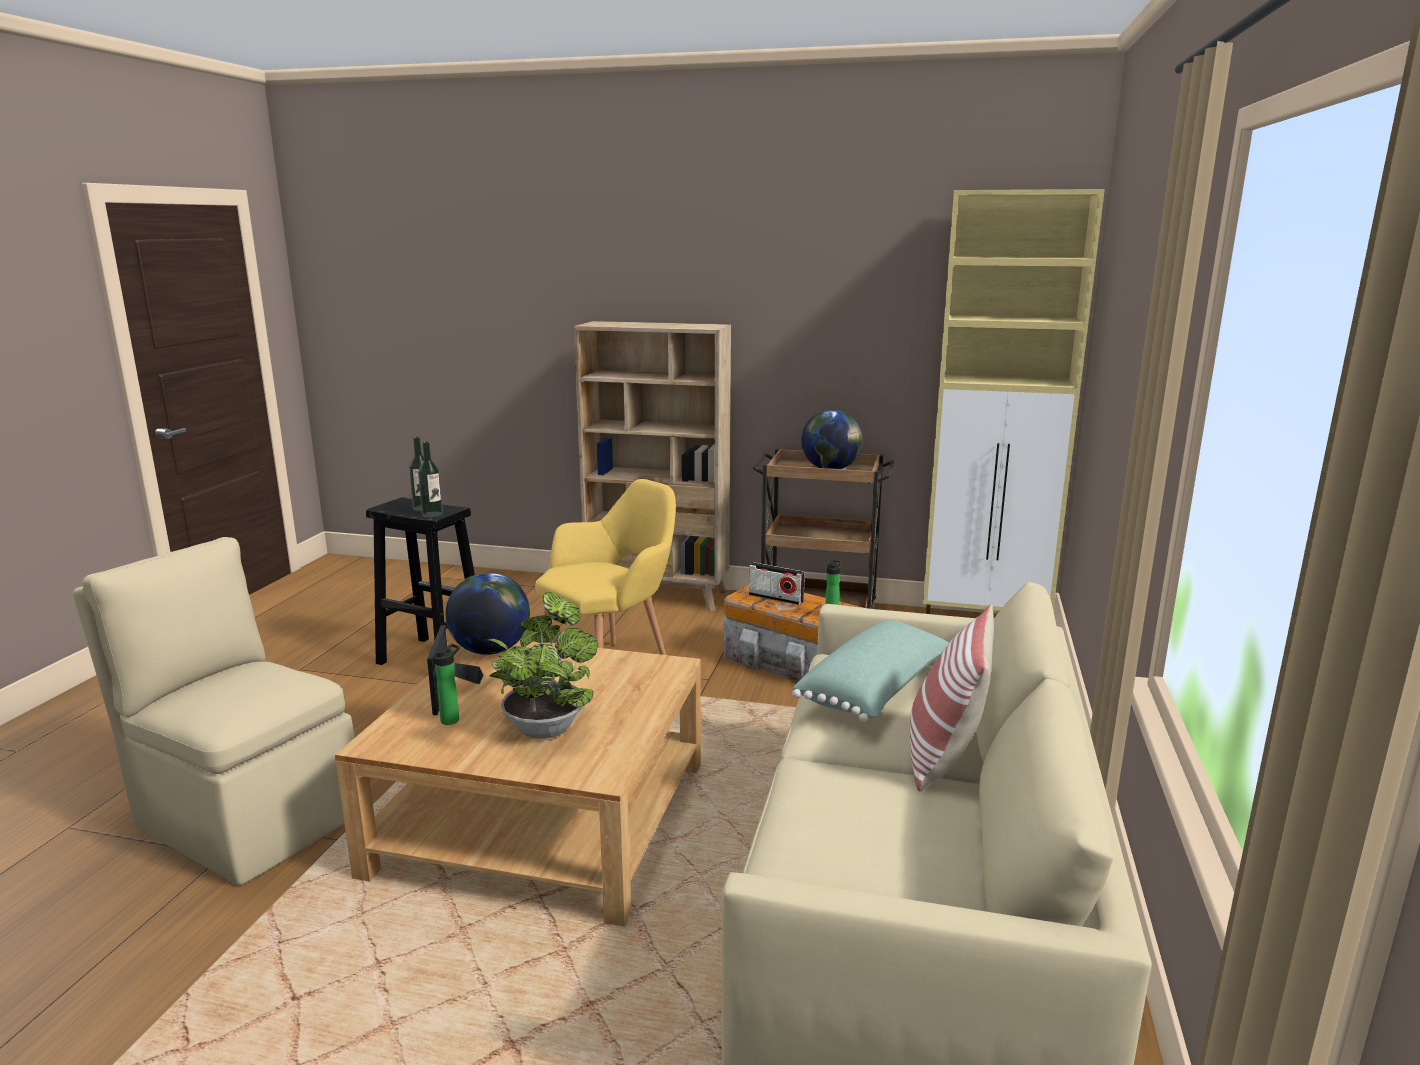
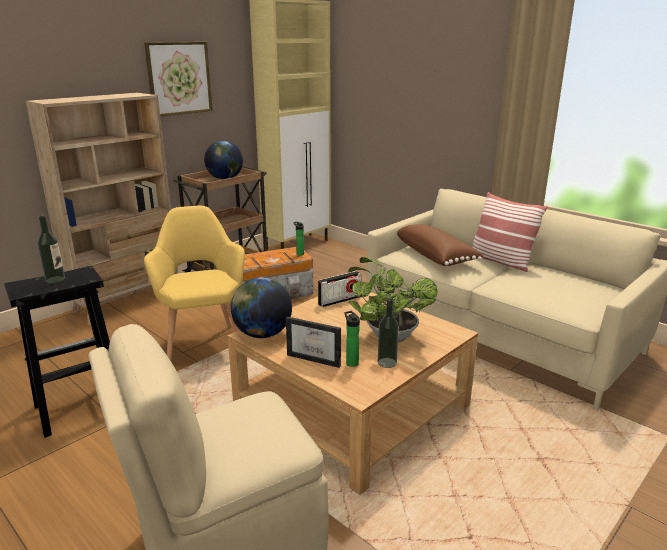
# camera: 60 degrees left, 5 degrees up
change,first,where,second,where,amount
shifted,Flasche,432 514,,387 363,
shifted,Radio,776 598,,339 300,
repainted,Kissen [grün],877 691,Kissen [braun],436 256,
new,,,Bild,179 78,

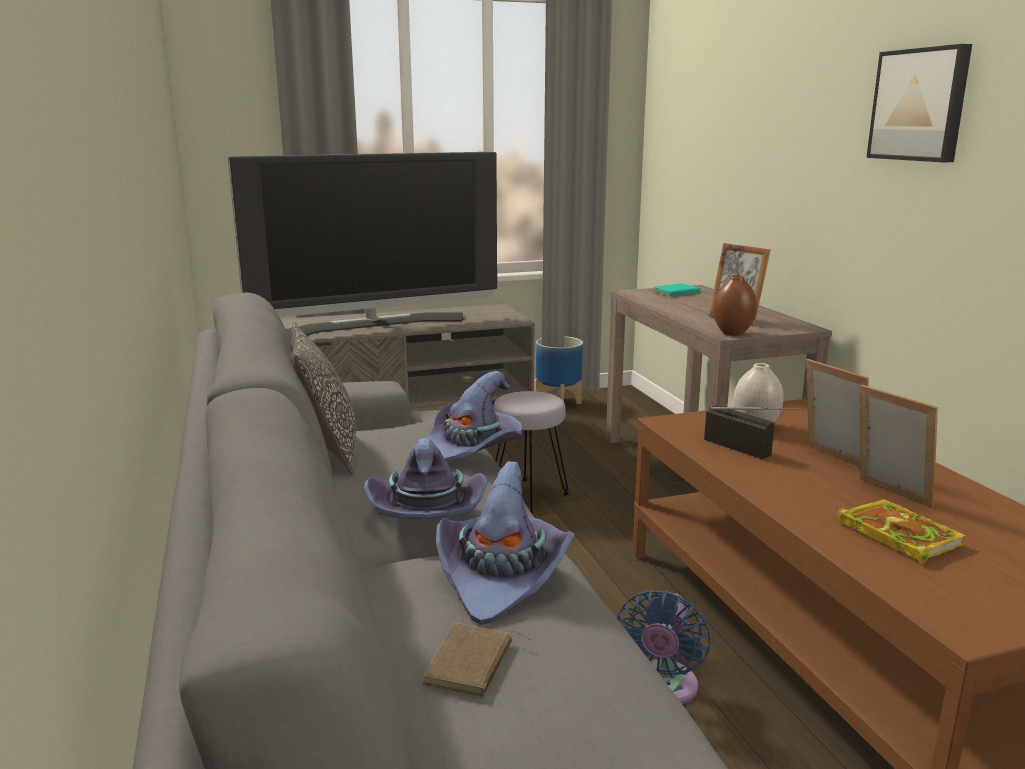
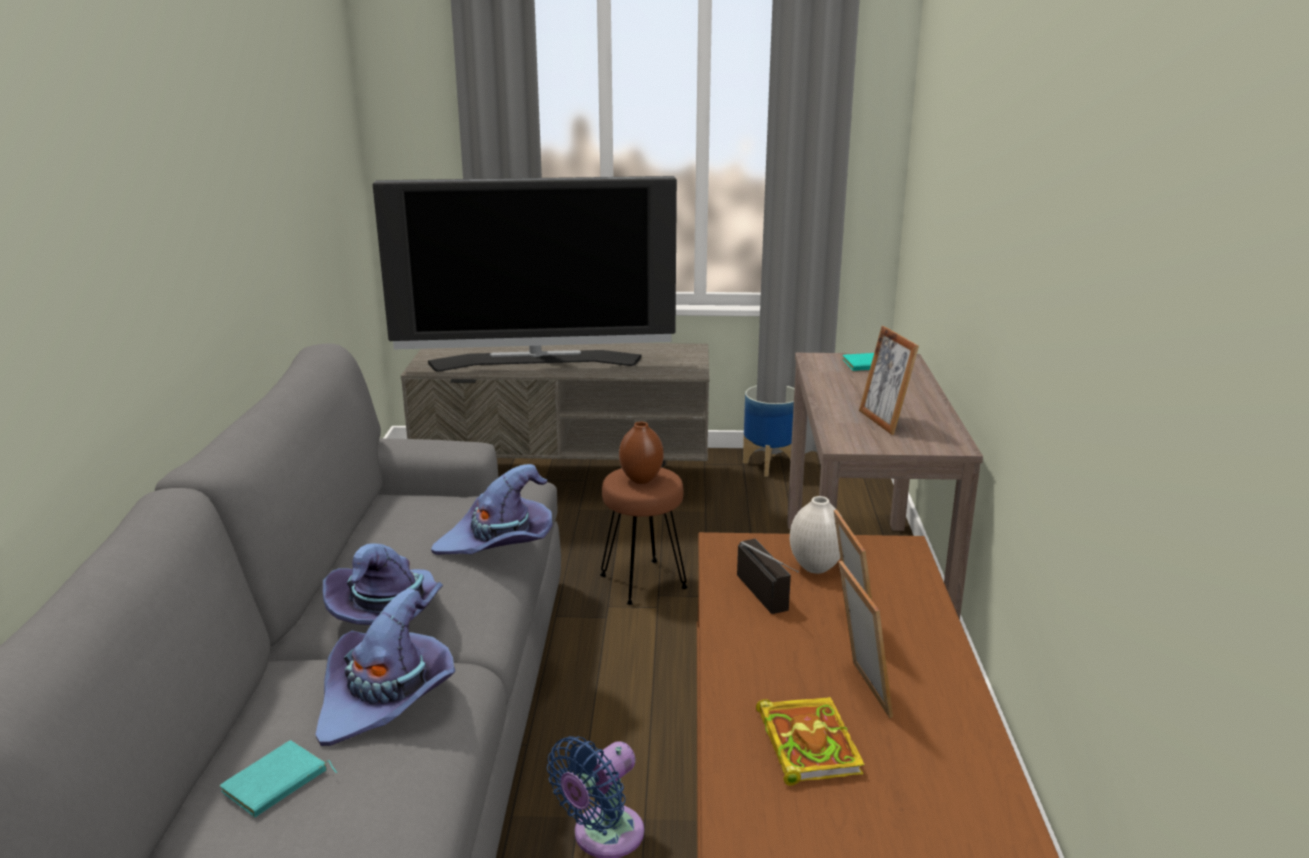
# camera: 20 degrees right, 5 degrees up
change,first,where,second,where,amount
gone,Bild,920 105,,,
shifted,Vase [braun],732 333,,641 479,
gone,Kissen,327 451,,,
repainted,Hocker [grau],528 496,Hocker [braun],643 582,
repainted,Buch [braun],472 665,Buch [türkis],276 784,

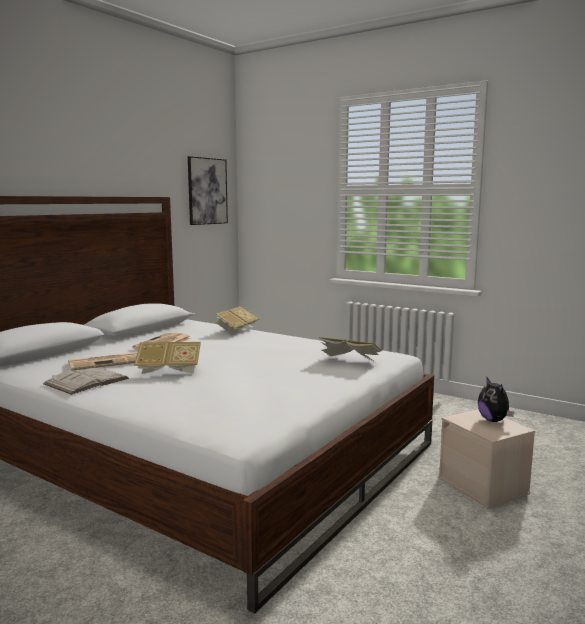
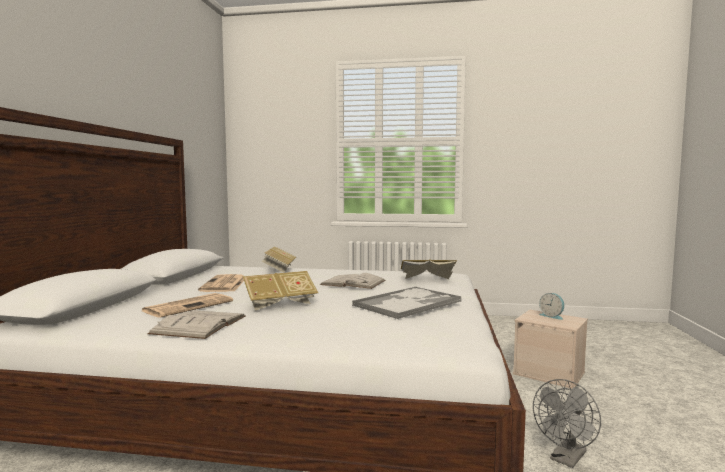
# camera: 25 degrees left, 5 degrees down
change,first,where,second,where,amount
gone,Bild,207 191,,,
swapped,Plüschtier,494 420,Wecker,552 316,
new,,,Buch [weiß],353 282,
new,,,Tablett,408 303,
new,,,Ventilator [grau],566 459,

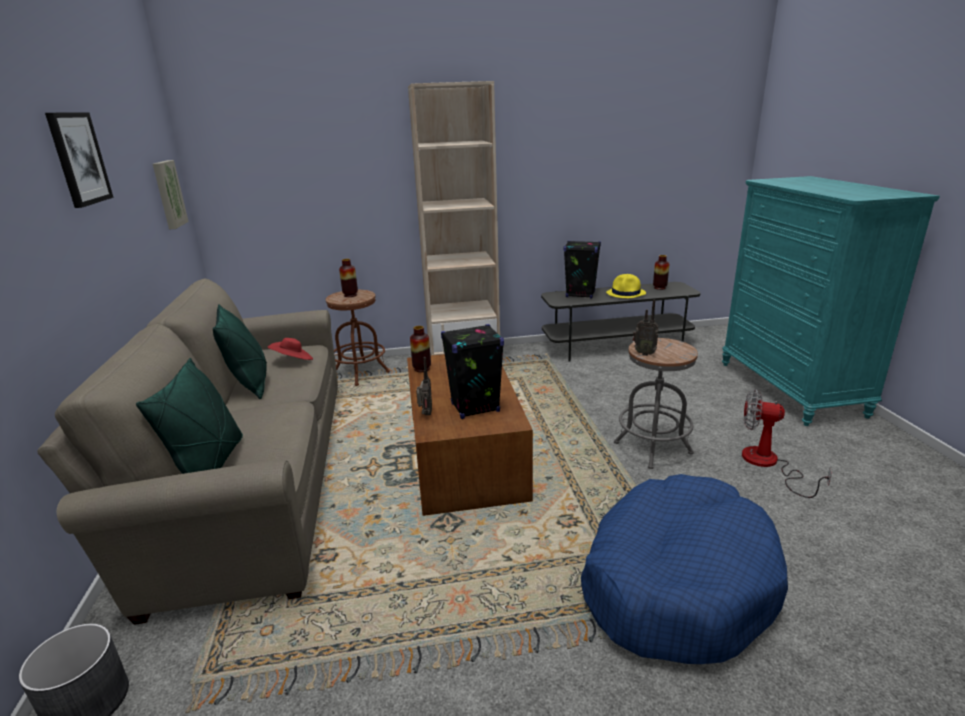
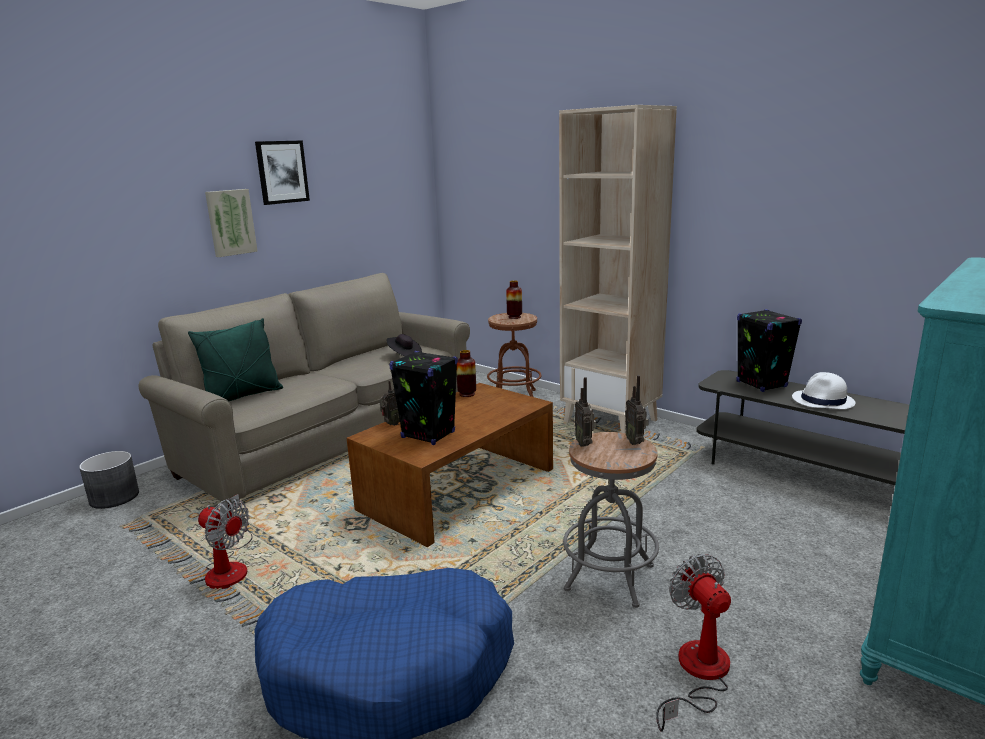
# camera: 50 degrees right, 5 degrees down
change,first,where,second,where,amount
shifted,Bild,168 194,,230 222,
gone,Vase,659 288,,,
repainted,Hut [gelb],626 293,Hut [weiß],823 401,
gone,Kissen [grün],250 384,,,
repainted,Hut [rot],293 361,Hut [schwarz],404 356,
new,,,Radio,635 442,
new,,,Ventilator,230 567,

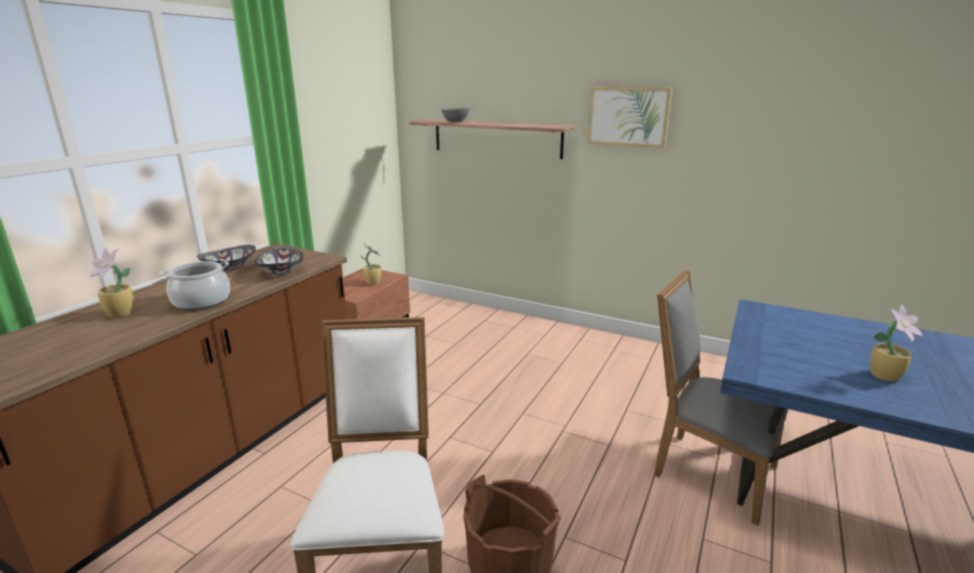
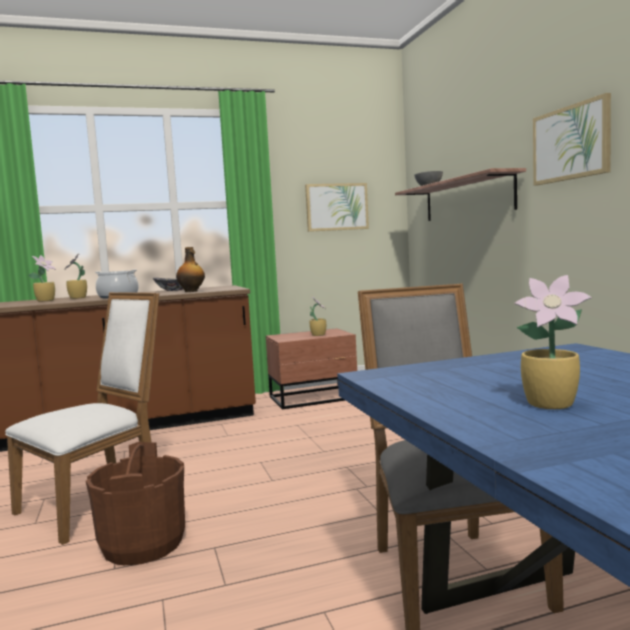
# camera: 45 degrees right, 15 degrees down
change,first,where,second,where,amount
swapped,Schüssel,282 272,Flasche,191 291,
new,,,Bild,336 207,
new,,,Topfpflanze,46 300,

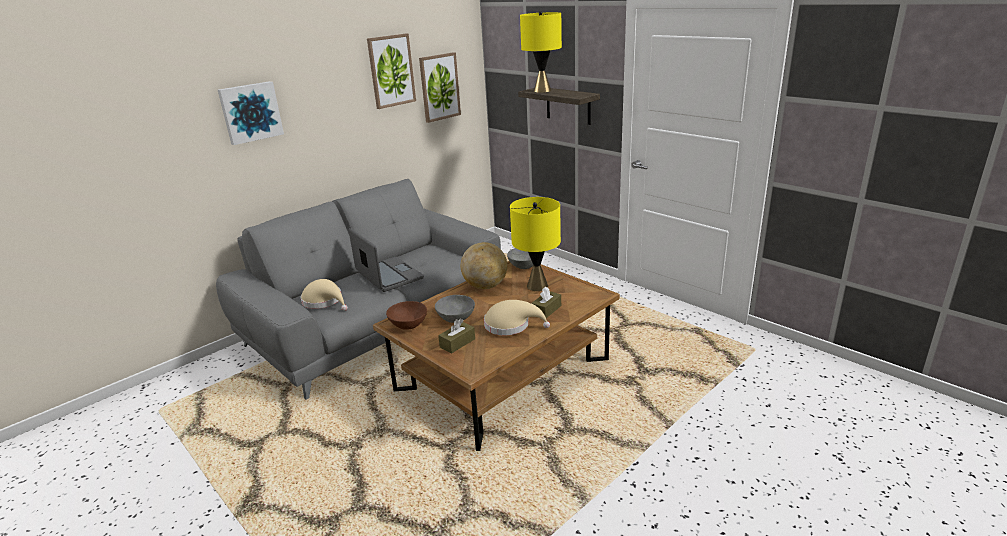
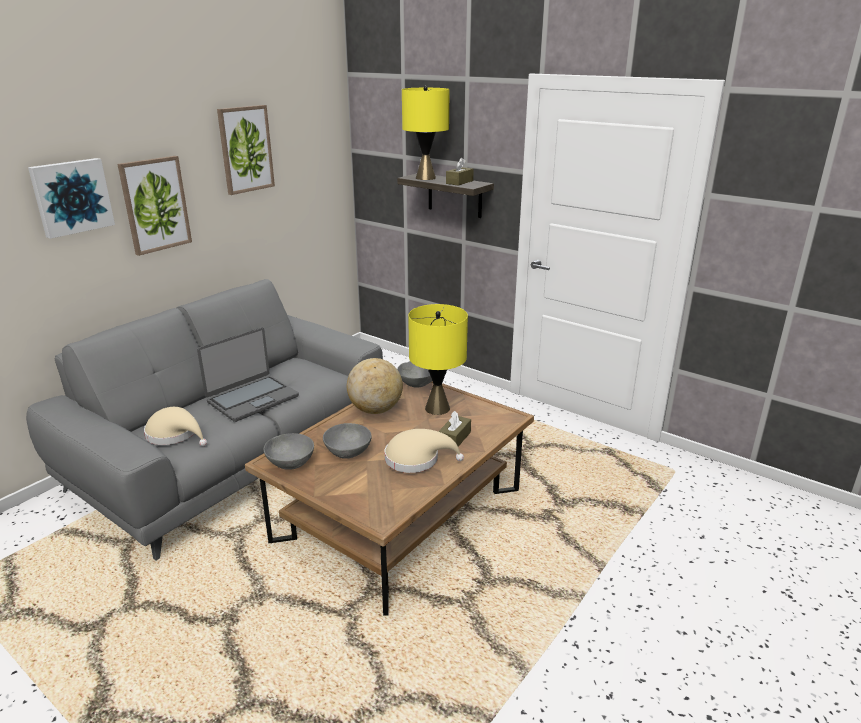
# camera: 10 degrees left, 0 degrees up
change,first,where,second,where,amount
shifted,Bild,439 87,,155 205,
rotated,Laptop,388 275,,252 399,90 degrees clockwise
repainted,Schüssel [braun],408 325,Schüssel [grau],291 463,
shifted,Taschentuchbox [braun],457 343,,459 182,

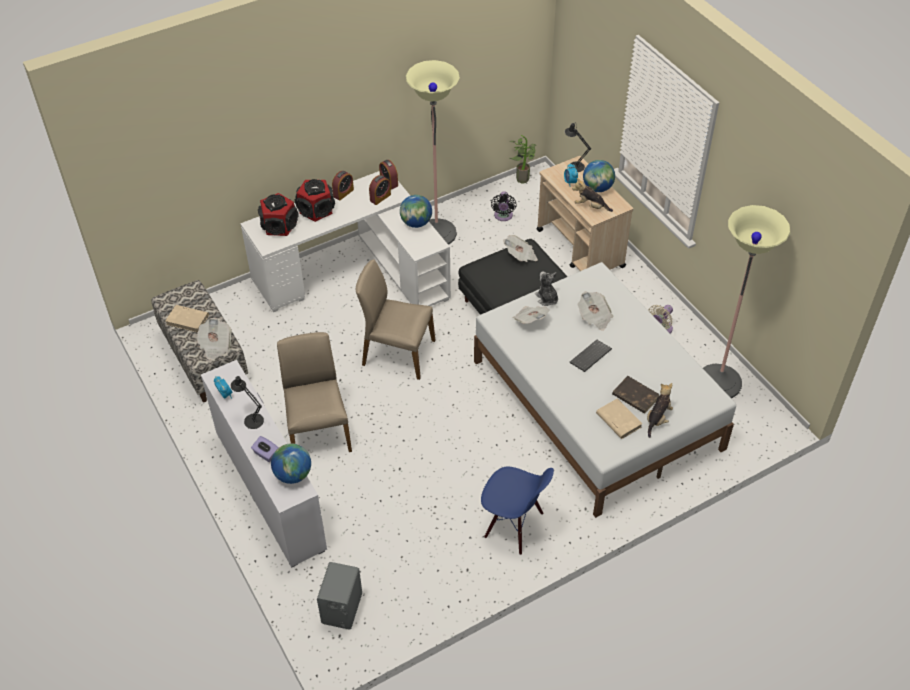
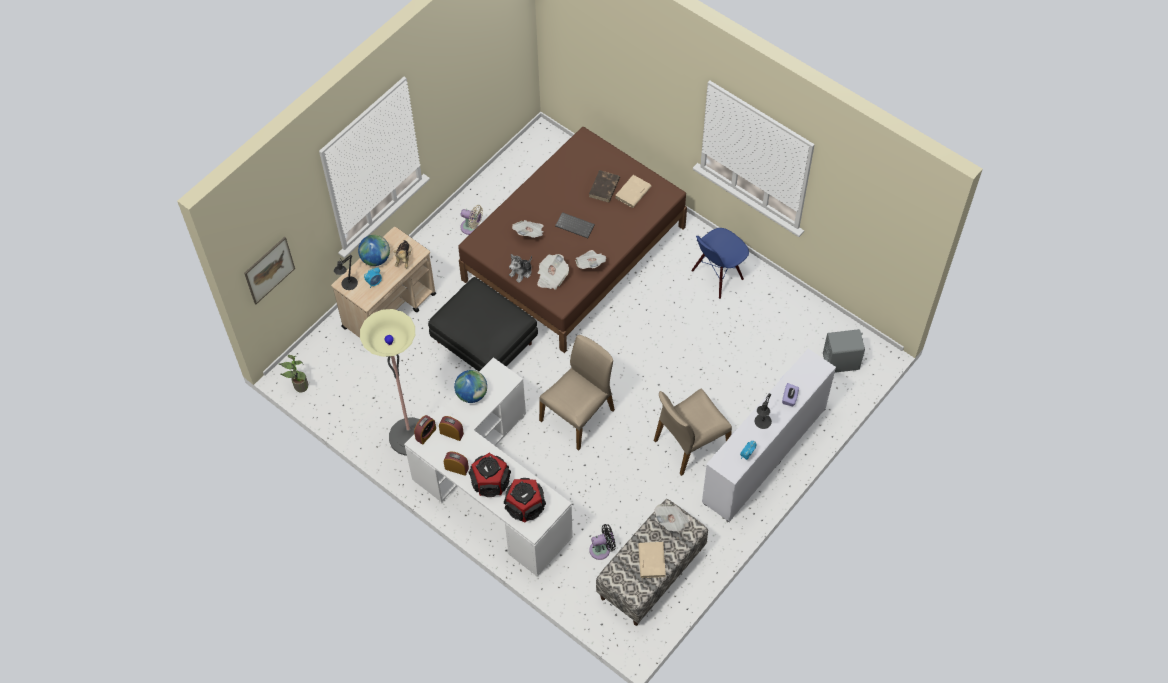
# camera: 110 degrees left, 10 degrees up
change,first,where,second,where,amount
shifted,Ventilator [schwarz],503 216,,602 549,
gone,Stehlampe,719 382,,,
shifted,Zeitung,520 256,,590 264,
rotated,Stuhl [beige],397 353,,578 415,135 degrees counterclockwise
repainted,Bett [weiß],595 404,Bett [braun],574 254,
gone,Plüschtier,657 419,,,
gone,Globus,293 475,,,
rotated,Stuhl [blau],513 526,,717 276,135 degrees counterclockwise
new,,,Bild,269 270,

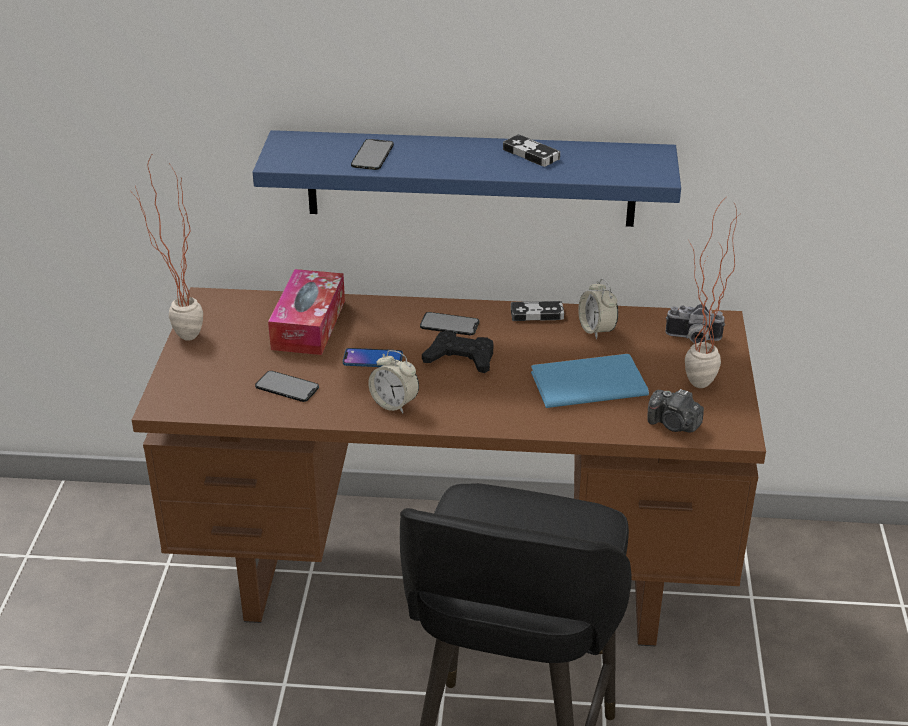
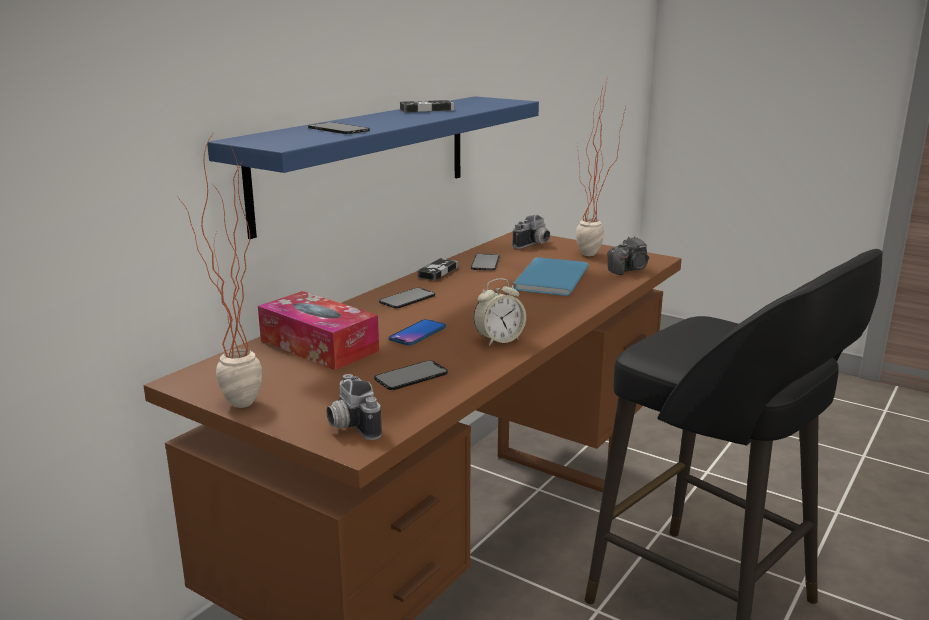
# camera: 60 degrees left, 15 degrees down
change,first,where,second,where,amount
swapped,Wecker,596 330,Handy,485 262,
gone,Gamepad [schwarz],460 358,,,
new,,,Kamera,349 425,

